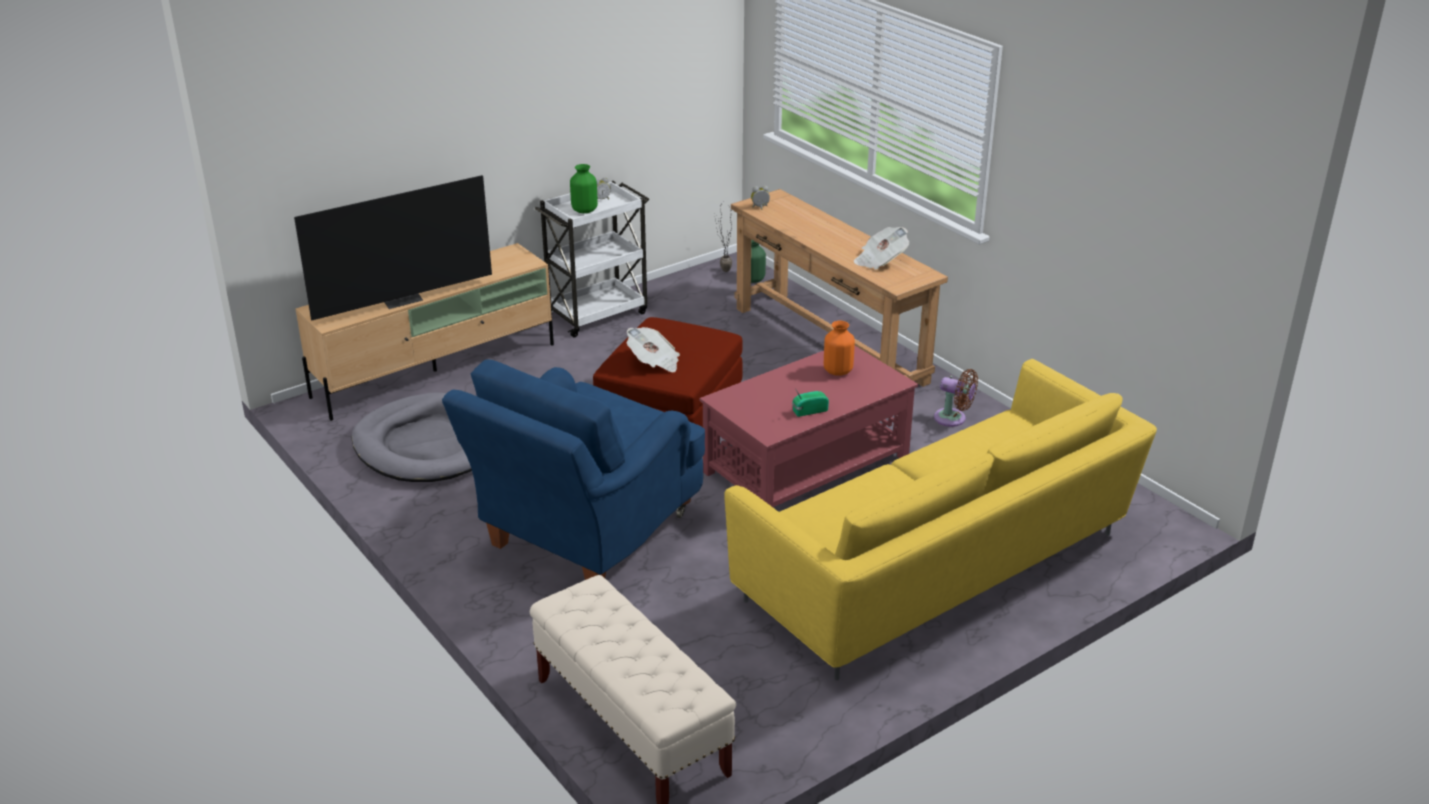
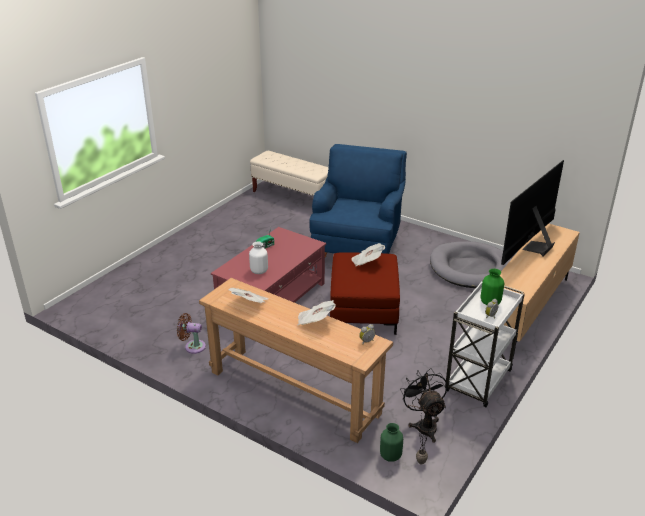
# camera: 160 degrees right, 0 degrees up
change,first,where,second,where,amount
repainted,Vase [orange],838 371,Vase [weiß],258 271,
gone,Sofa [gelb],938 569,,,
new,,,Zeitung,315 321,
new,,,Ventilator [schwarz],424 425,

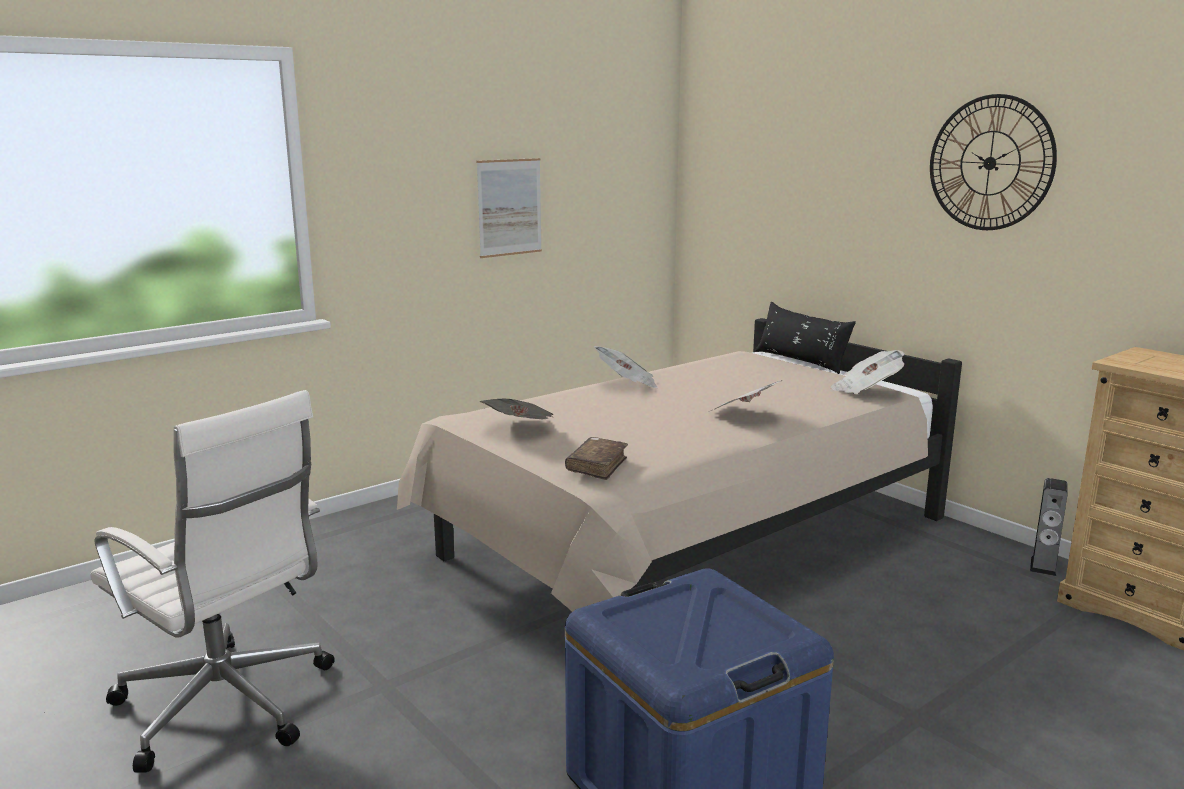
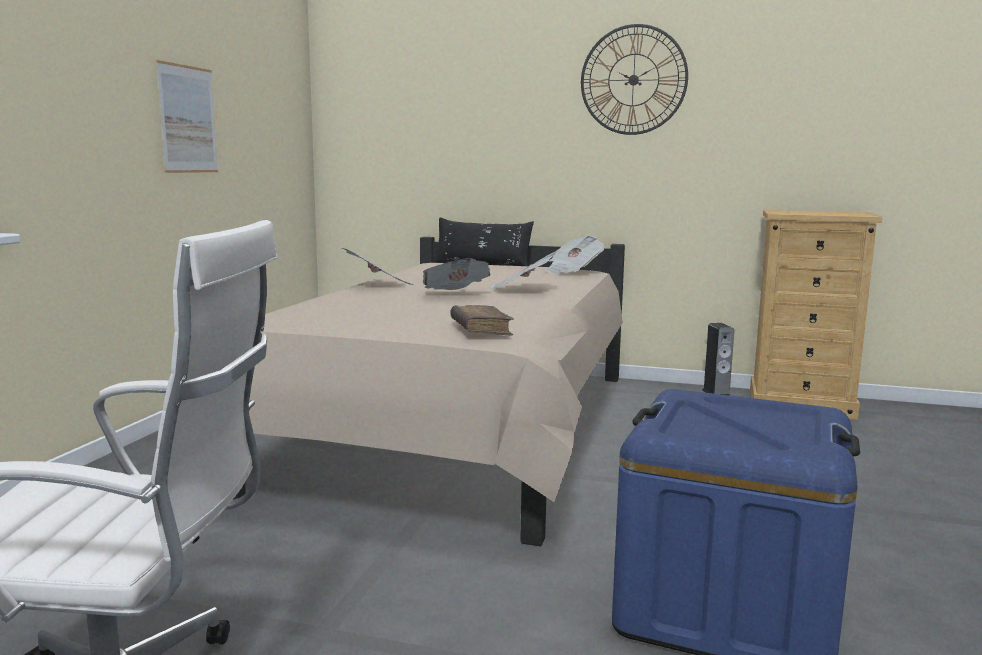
# camera: 35 degrees left, 5 degrees down
change,first,where,second,where,amount
shifted,Zeitung,520 429,,456 295,

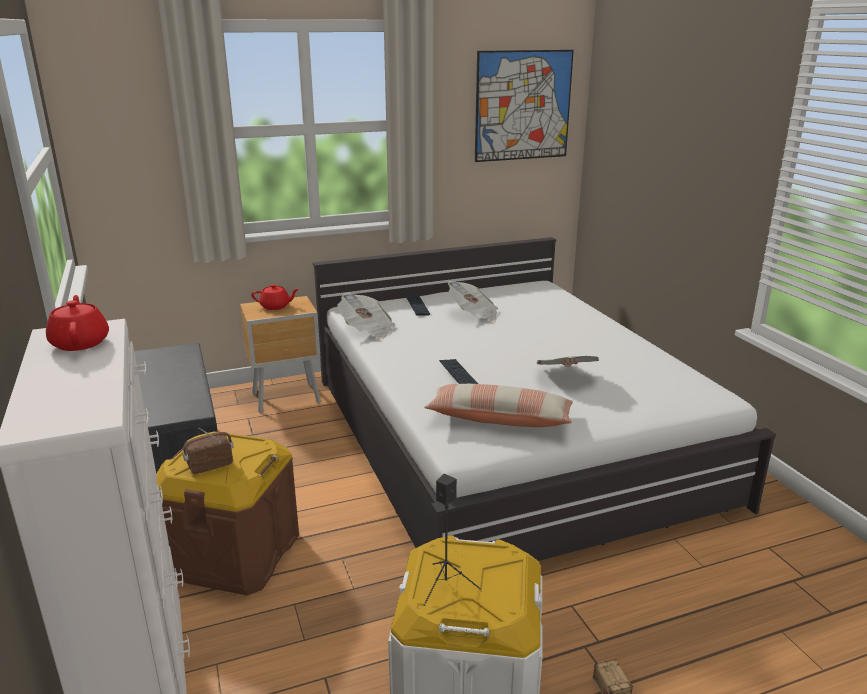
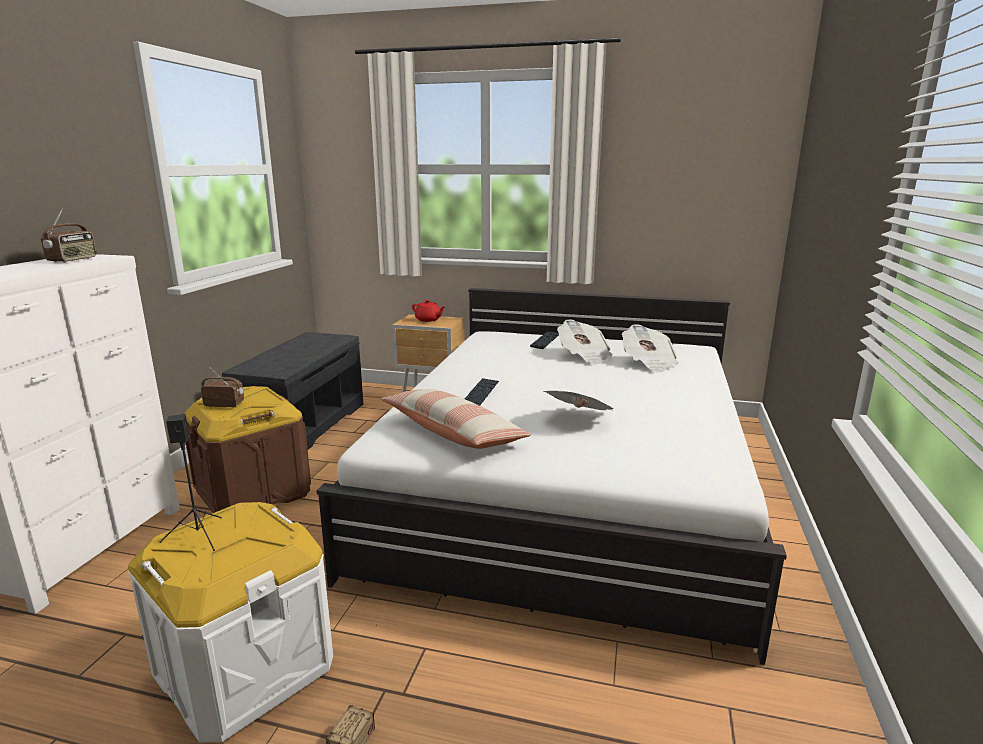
# camera: 35 degrees right, 5 degrees down
change,first,where,second,where,amount
gone,Bild,523 106,,,
shifted,Zeitung,367 330,,648 363,
swapped,Teekanne [rot],80 343,Radio,73 260,

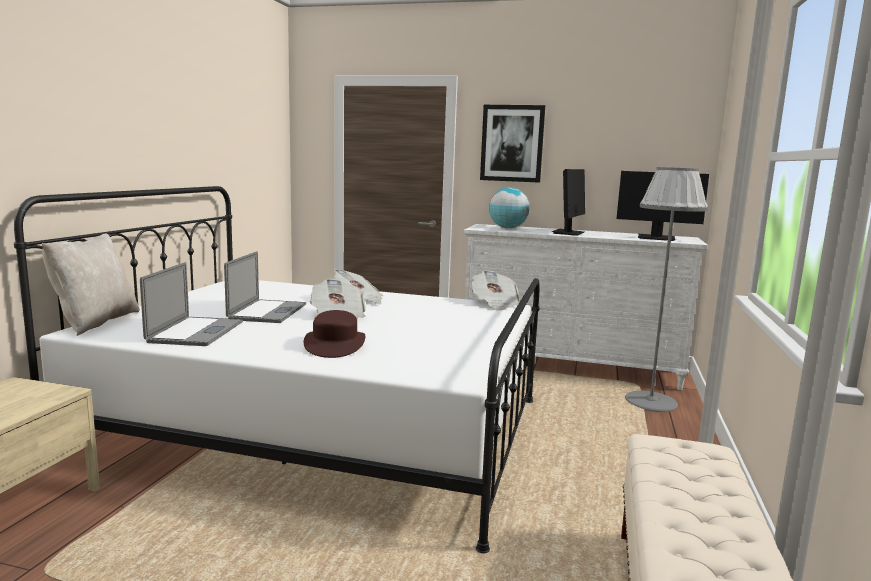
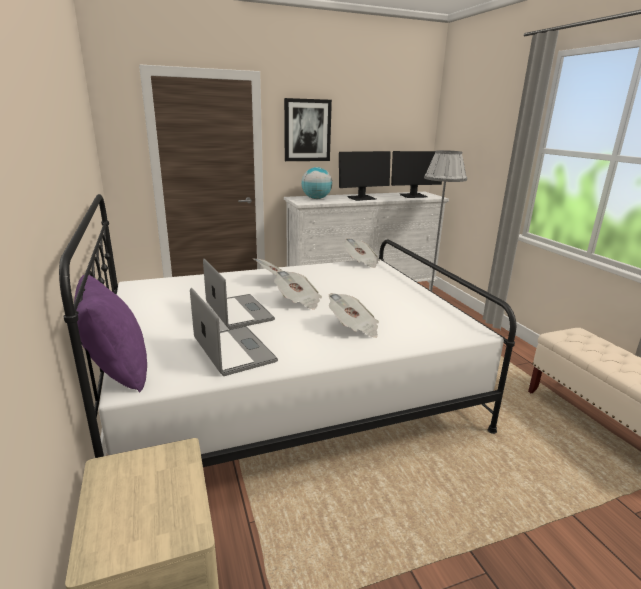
# camera: 35 degrees left, 10 degrees up
change,first,where,second,where,amount
rotated,Monitor,568 233,,361 198,75 degrees clockwise
repainted,Kissen [beige],95 322,Kissen [lila],117 371,
swapped,Hut [braun],335 344,Zeitung,354 328,

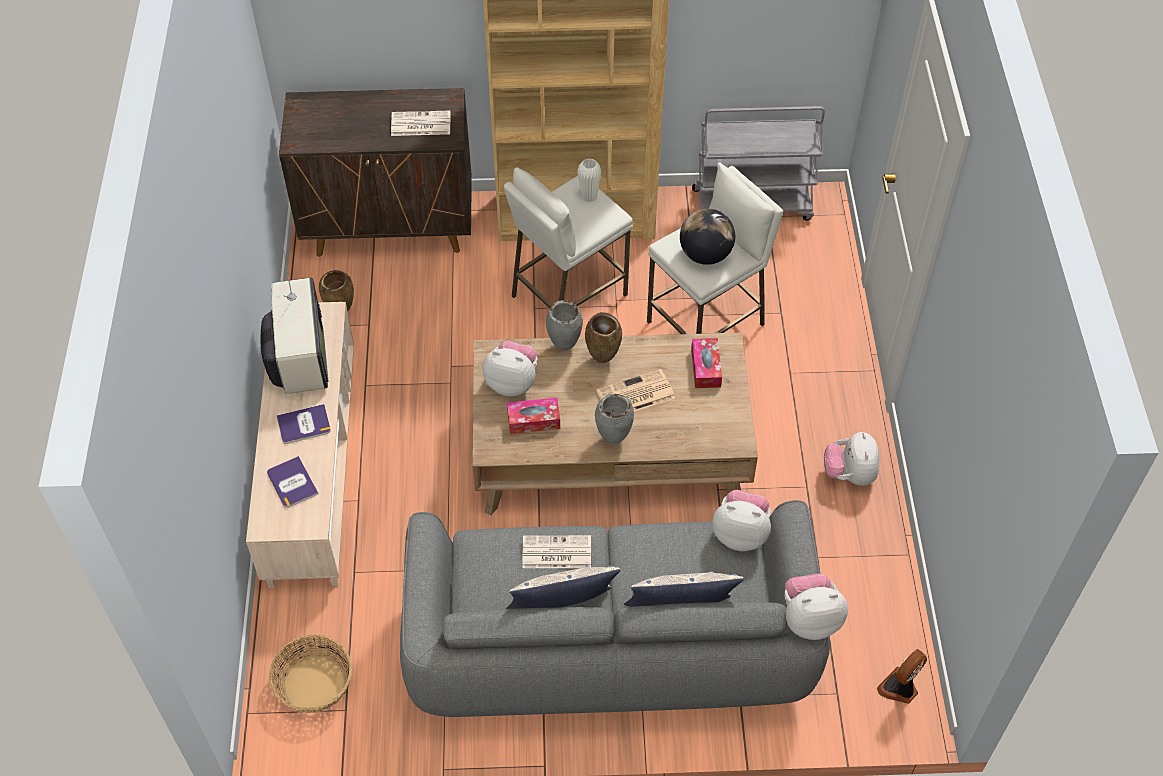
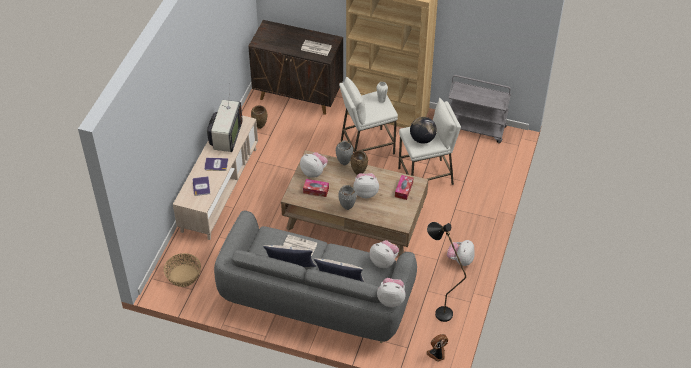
# camera: 20 degrees right, 5 degrees down
change,first,where,second,where,amount
swapped,Zeitung,634 395,Plüschtier,365 192,
new,,,Stehlampe [schwarz],438 311,

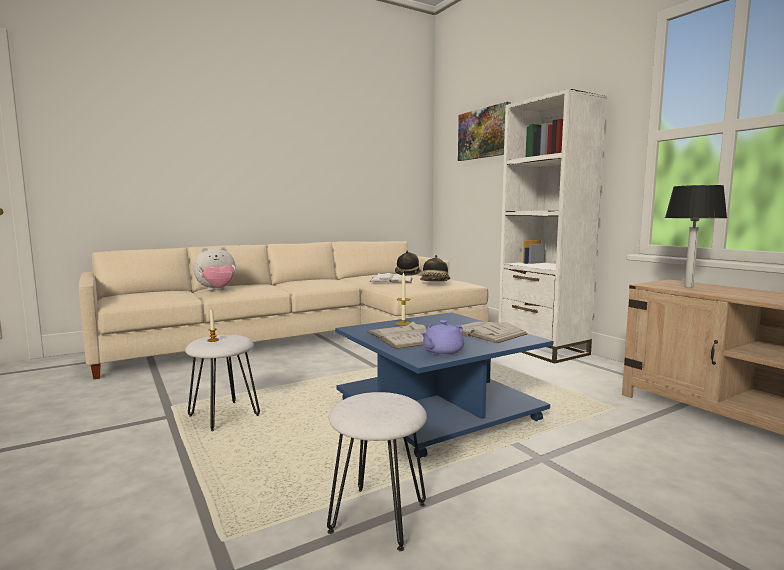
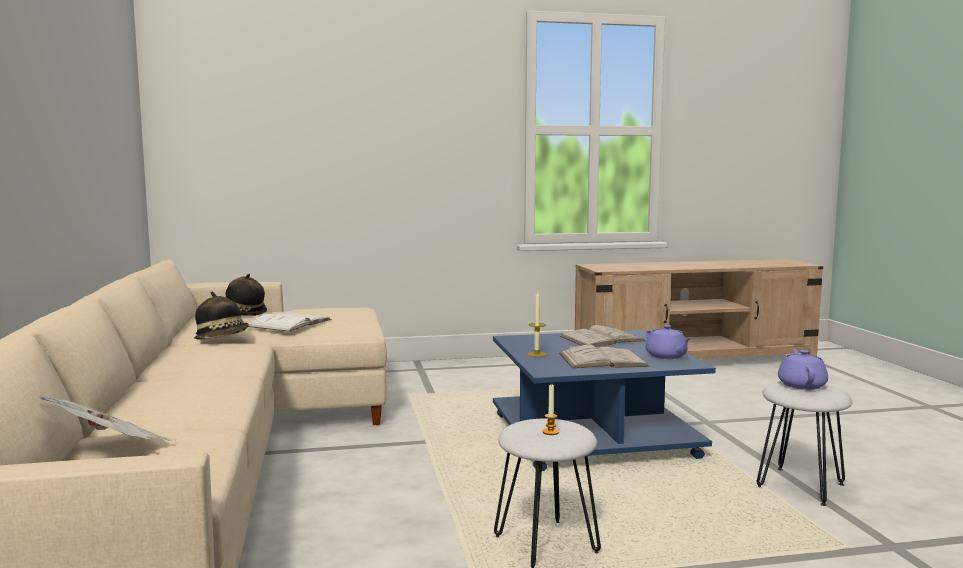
# camera: 70 degrees left, 0 degrees up
change,first,where,second,where,amount
gone,Bücherregal [weiß],542 349,,,
gone,Bild,483 133,,,
gone,Tischlampe,689 287,,,
gone,Plüschtier,217 290,,,
shifted,Hut,435 283,,223 339,
new,,,Teekanne [lila],801 385,
new,,,Zeitung,109 451,

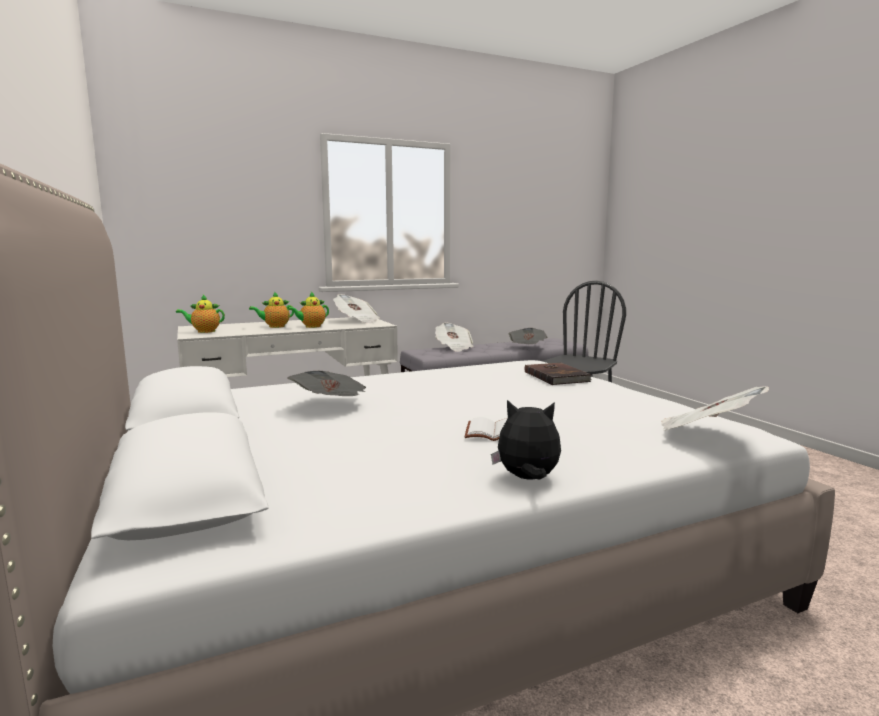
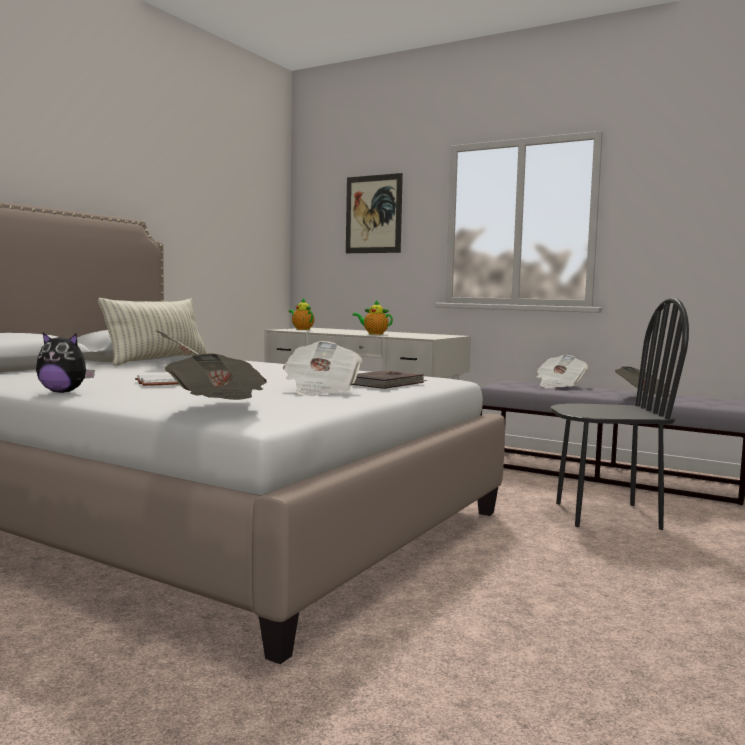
# camera: 55 degrees right, 5 degrees down
change,first,where,second,where,amount
gone,Teekanne,275 326,,,
shifted,Zeitung,357 321,,321 390,
rotated,Plüschtier,527 479,,63 392,120 degrees clockwise
new,,,Bild,373 214,
new,,,Kissen,157 360,

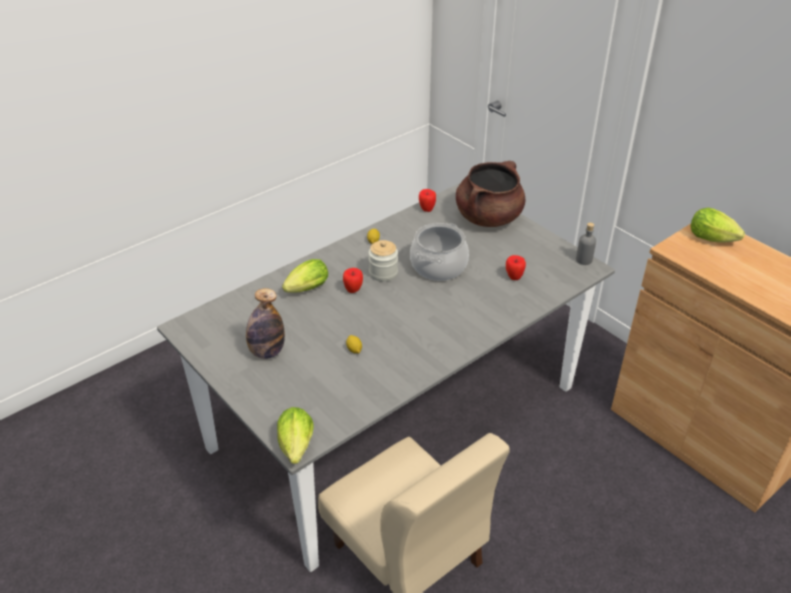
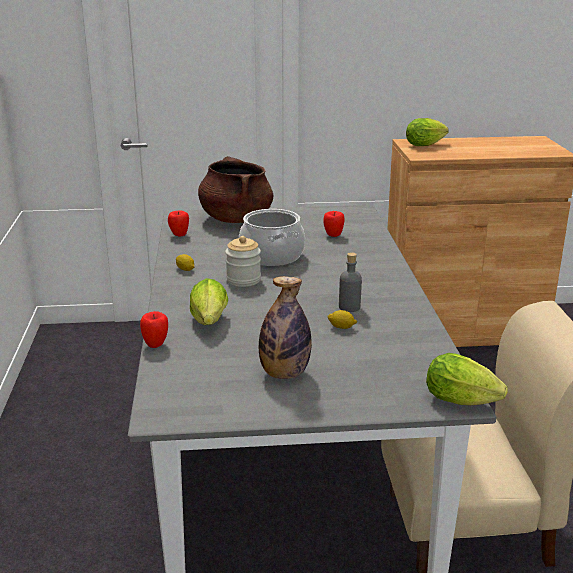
# camera: 55 degrees left, 15 degrees down
change,first,where,second,where,amount
shifted,Flasche [grau],584 260,,349 307,
shifted,Apfel,353 290,,156 345,

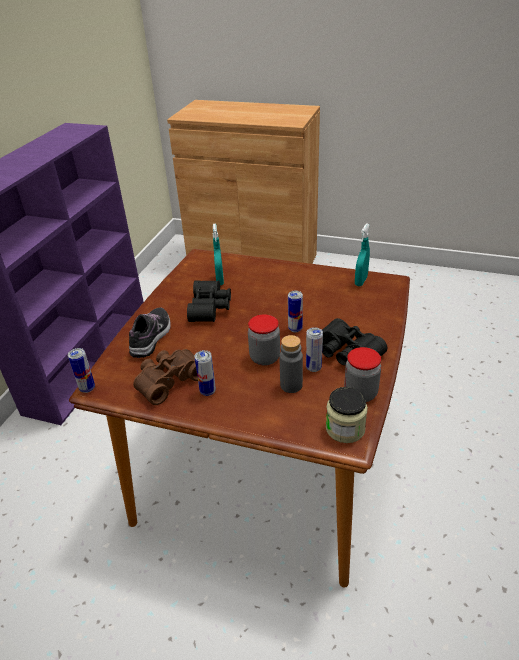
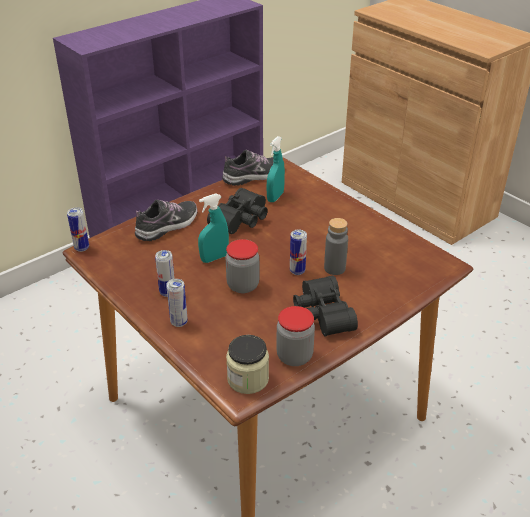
# camera: 30 degrees right, 0 degrees up
change,first,where,second,where,amount
shifted,Sprühflasche [türkis],361 281,,214 258,
shifted,Dose,313 368,,179 322,
shifted,Flasche [grau],291 385,,334 268,
gone,Fernglas [braun],168 380,,,
new,,,Schuh,254 176,

